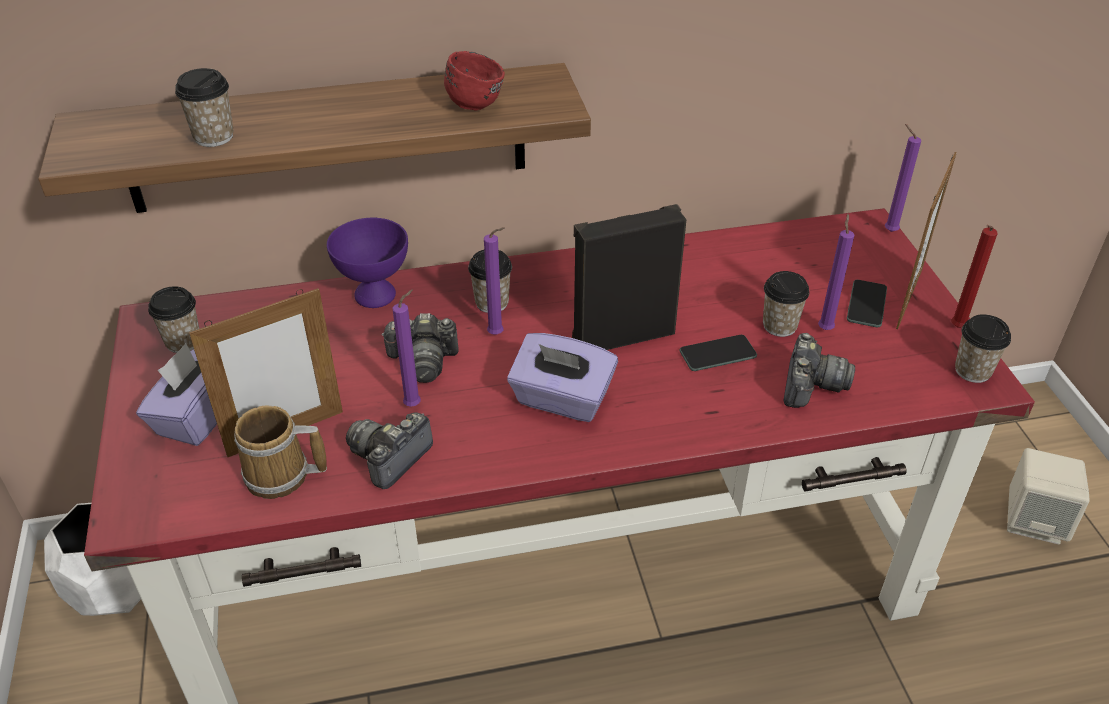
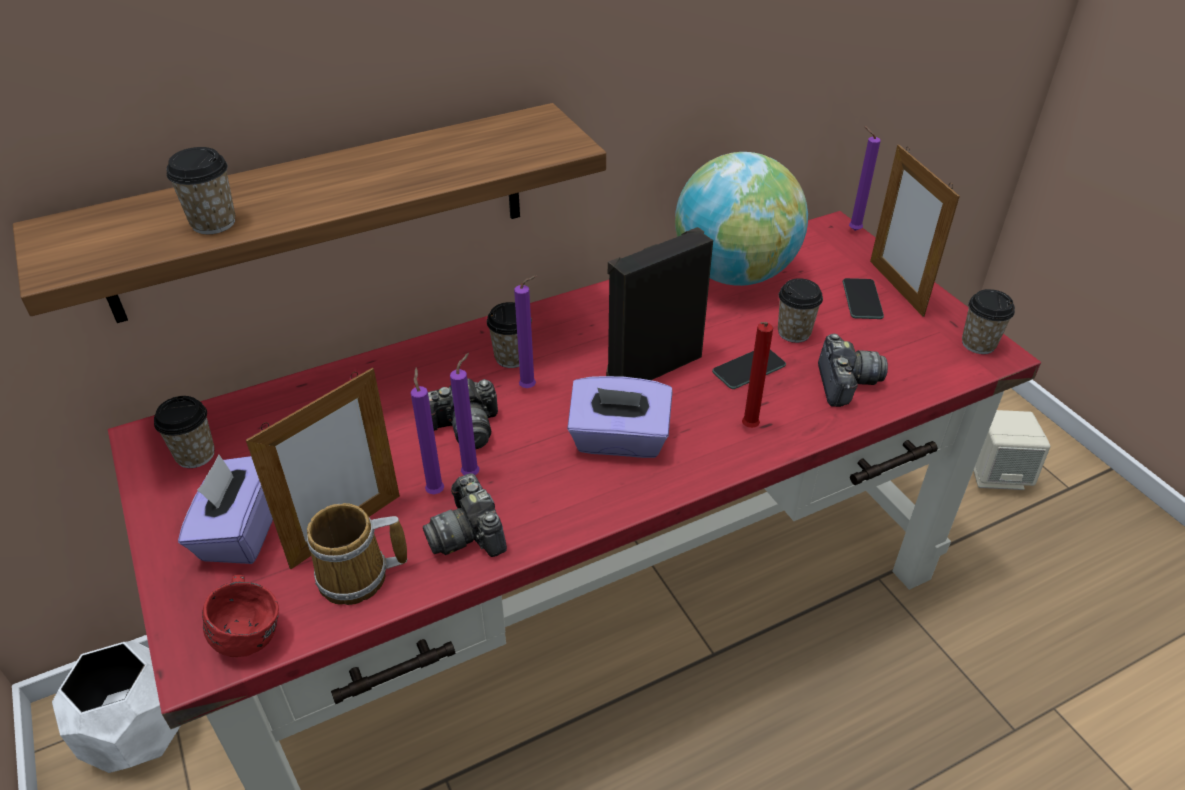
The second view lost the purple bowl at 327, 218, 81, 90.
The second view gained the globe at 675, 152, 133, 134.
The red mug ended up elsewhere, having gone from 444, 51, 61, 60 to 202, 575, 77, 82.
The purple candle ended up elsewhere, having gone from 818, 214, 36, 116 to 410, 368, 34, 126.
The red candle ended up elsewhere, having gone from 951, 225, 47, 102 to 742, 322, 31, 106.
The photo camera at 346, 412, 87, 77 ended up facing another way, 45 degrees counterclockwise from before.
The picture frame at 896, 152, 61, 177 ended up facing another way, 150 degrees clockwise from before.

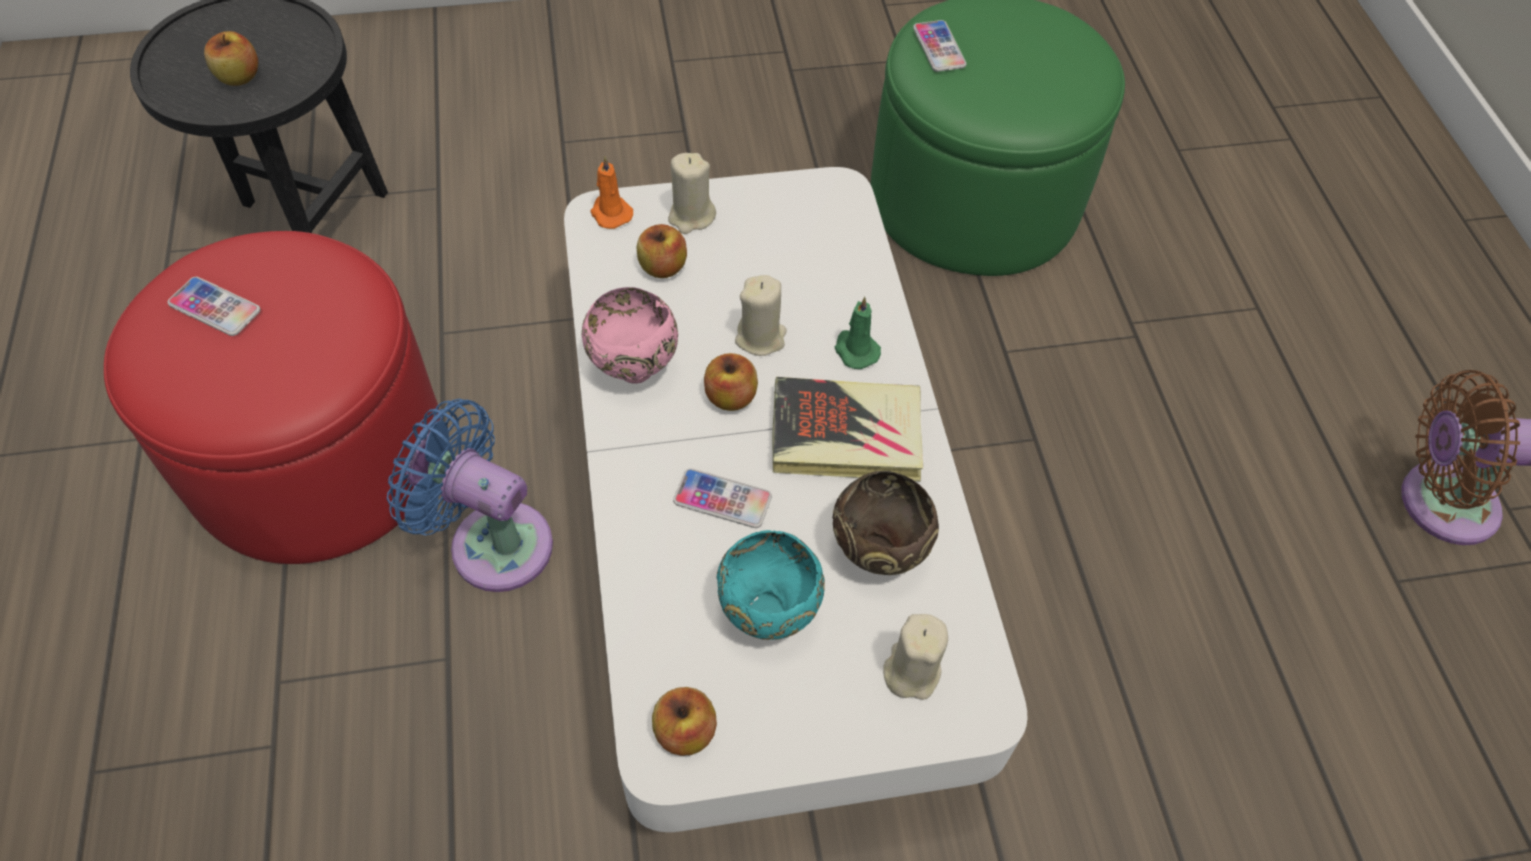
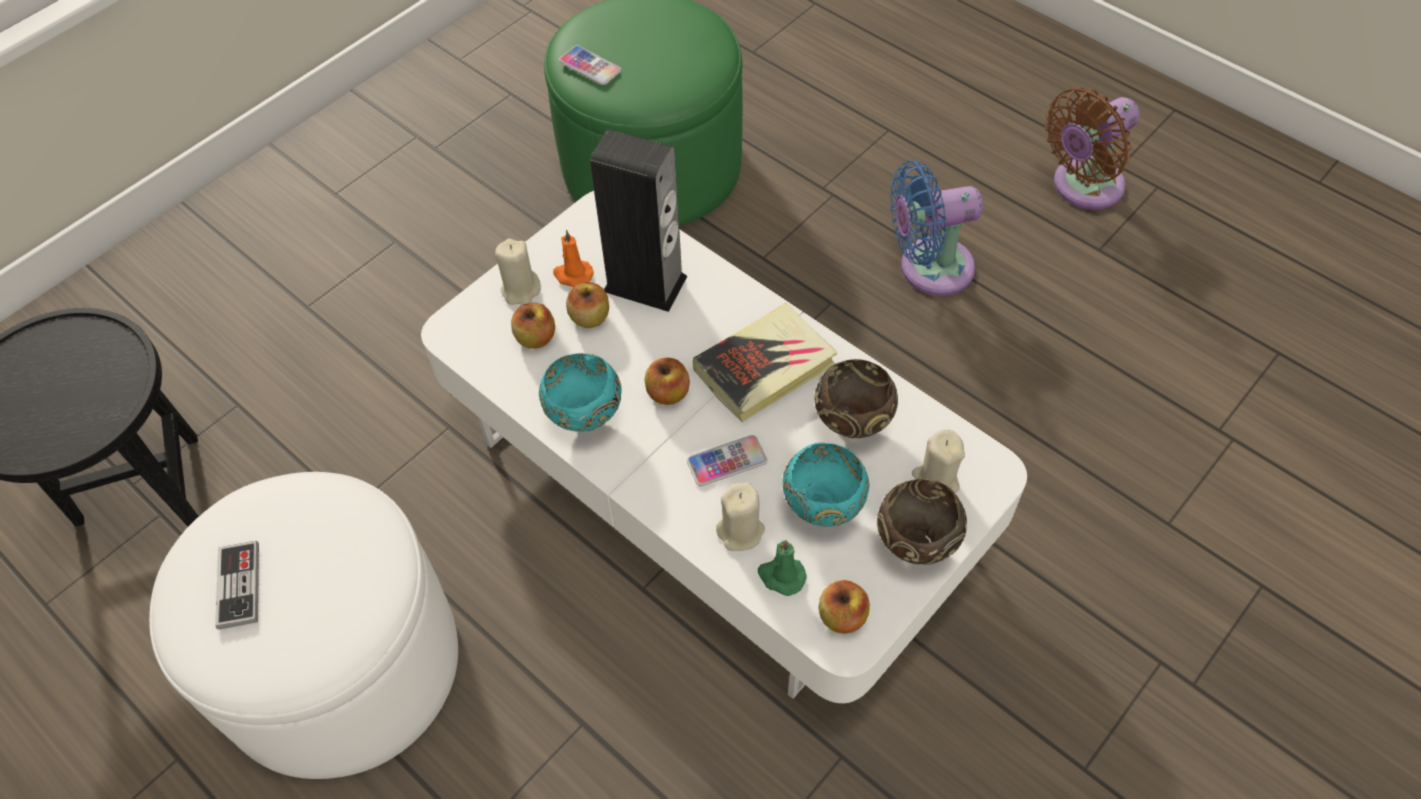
The second view gained the speaker at 590, 129, 97, 183.
The second view gained the brown bowl at 877, 478, 90, 87.
The apple ended up elsewhere, having gone from 204, 31, 54, 55 to 566, 282, 43, 46.
The blue fan ended up elsewhere, having gone from 387, 399, 166, 193 to 890, 160, 93, 136.
The orange candle ended up elsewhere, having gone from 590, 156, 43, 73 to 553, 230, 41, 57.
The beige candle ended up elsewhere, having gone from 735, 275, 52, 81 to 716, 482, 49, 69.
The green candle ended up elsewhere, having gone from 835, 297, 46, 72 to 758, 540, 49, 56.
Where the phone stood at 168, 277, 92, 59, the game controller came to stand at 215, 541, 44, 89.
What was the red ottoman at 104, 231, 337, 333 turned into the white ottoman at 149, 472, 309, 307.
What was the pink bowl at 582, 287, 96, 97 turned into the turquoise bowl at 539, 353, 82, 79.

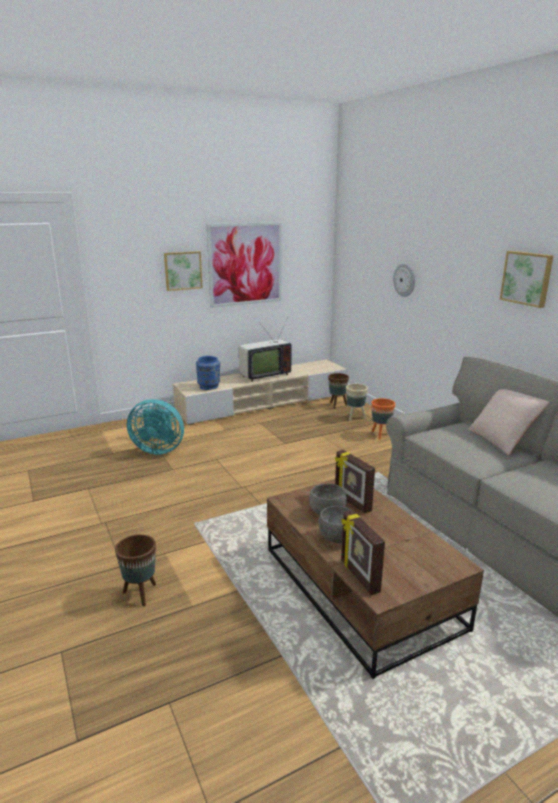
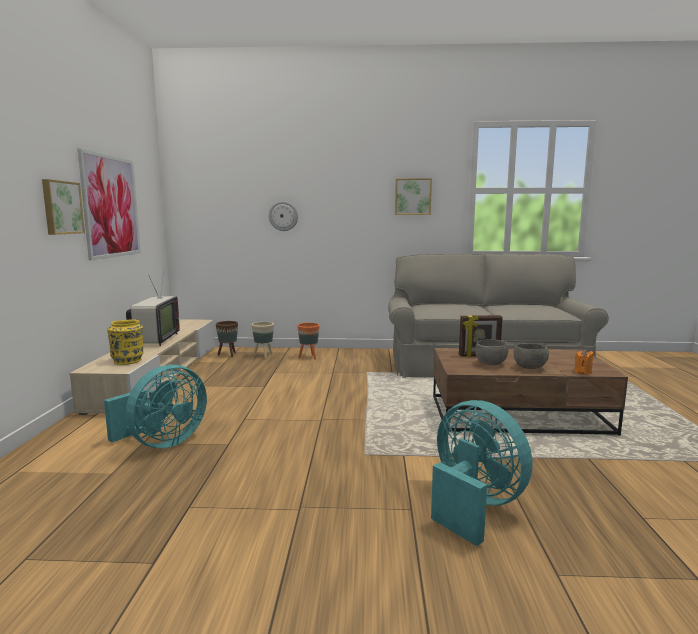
The second view lost the beige pillow at 468, 389, 82, 66.
Where the brown planter stood at 115, 534, 41, 72, the turquoise fan came to stand at 431, 400, 101, 146.
Where the picture frame stood at 341, 510, 44, 85, the orange candle came to stand at 574, 349, 19, 25.
What was the blue vase at 196, 356, 24, 34 turned into the yellow vase at 107, 319, 37, 46.

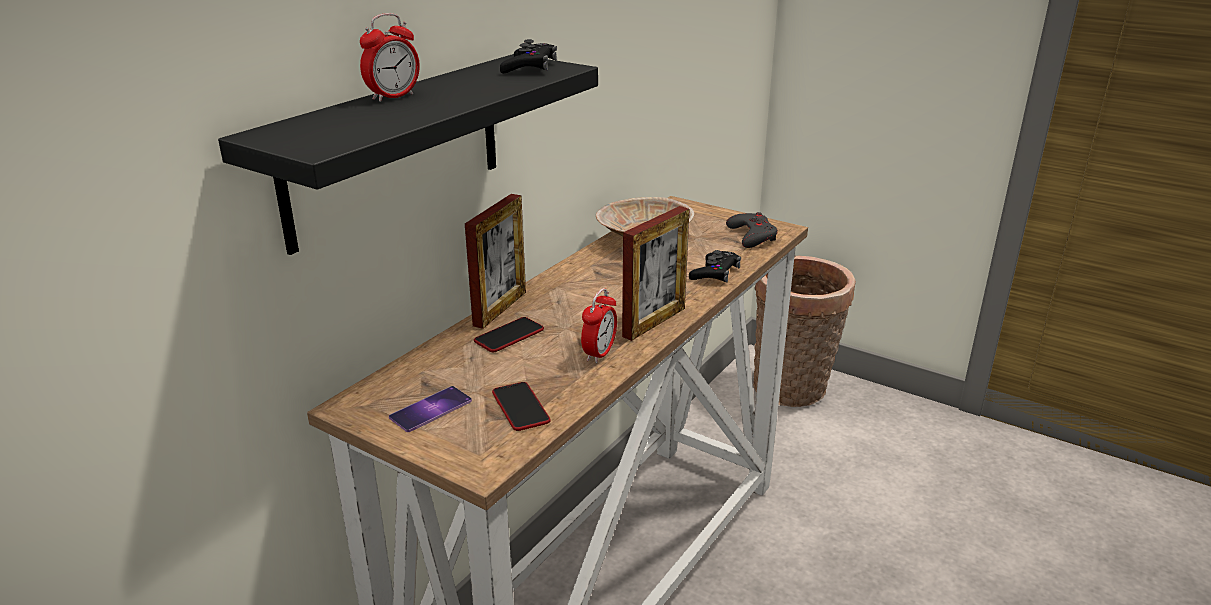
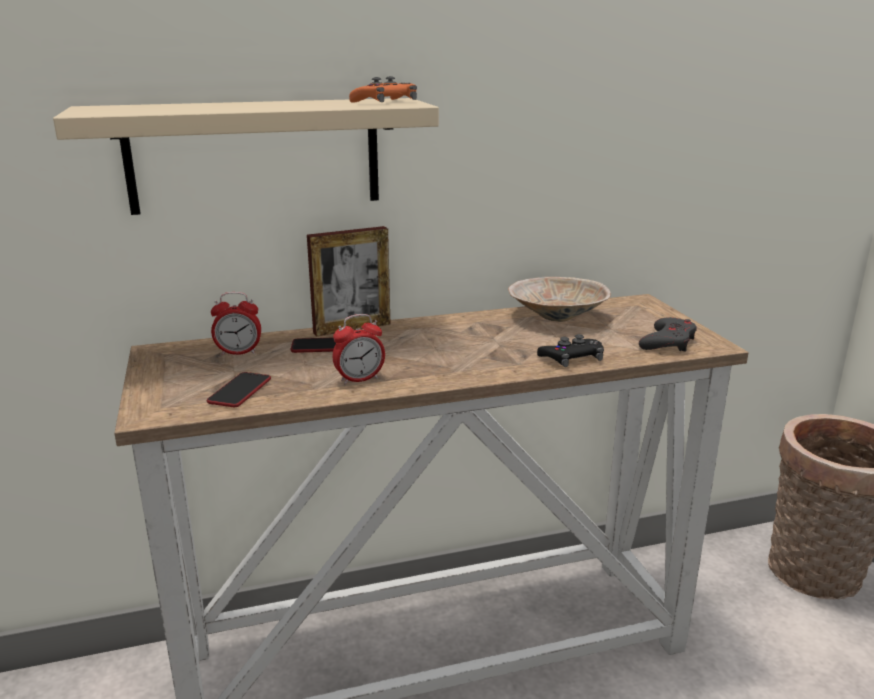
The second view lost the phone at 389, 386, 83, 46.
The second view lost the picture frame at 622, 206, 68, 135.
The alarm clock ended up elsewhere, having gone from 360, 13, 60, 89 to 211, 292, 50, 64.
What was the black shelf at 218, 54, 380, 201 turned into the beige shelf at 53, 98, 386, 117.
What was the black game controller at 500, 39, 57, 34 turned into the orange game controller at 349, 76, 68, 27.

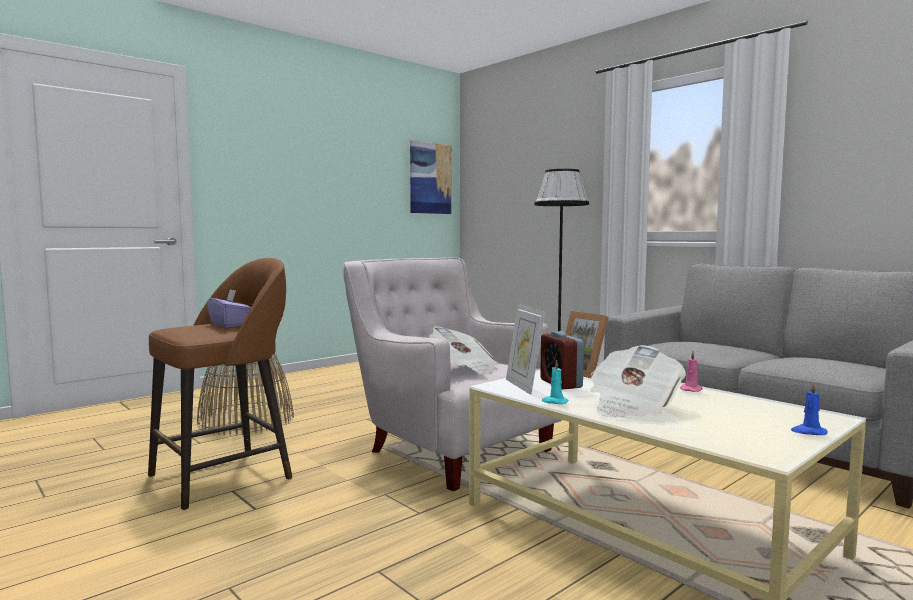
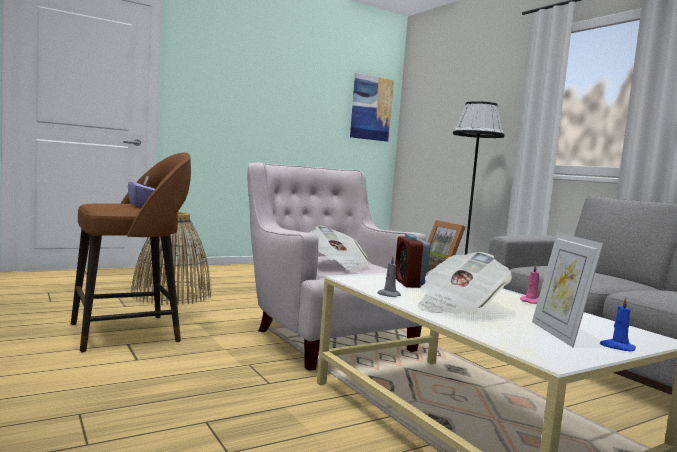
The picture frame ended up elsewhere, having gone from 506, 304, 39, 91 to 532, 232, 72, 115.
What was the turquoise candle at 542, 359, 27, 45 turned into the grey candle at 377, 256, 24, 41.

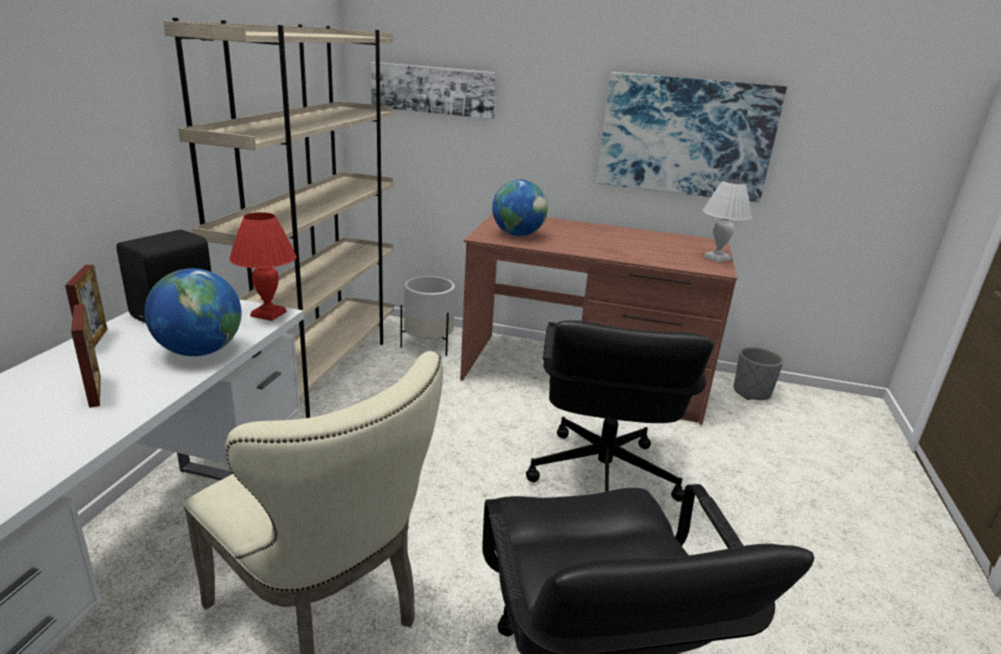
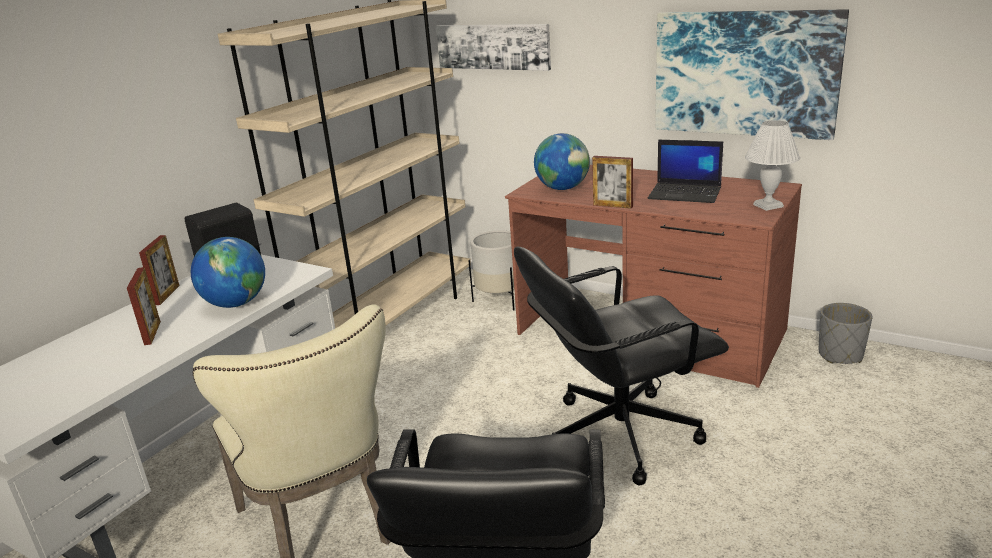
The second view lost the red table lamp at 229, 212, 68, 109.
The second view gained the picture frame at 592, 156, 41, 53.
The second view gained the laptop at 648, 140, 75, 63.
The black office chair at 526, 320, 188, 182 ended up facing another way, 45 degrees clockwise from before.

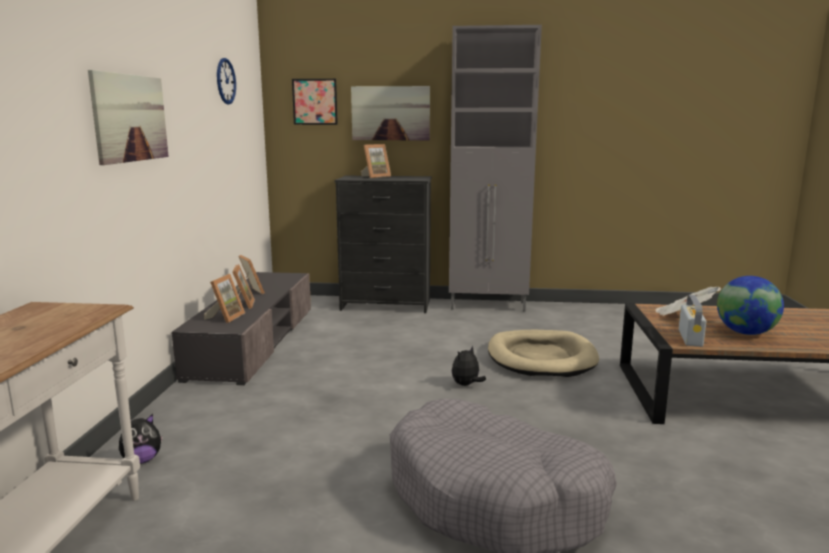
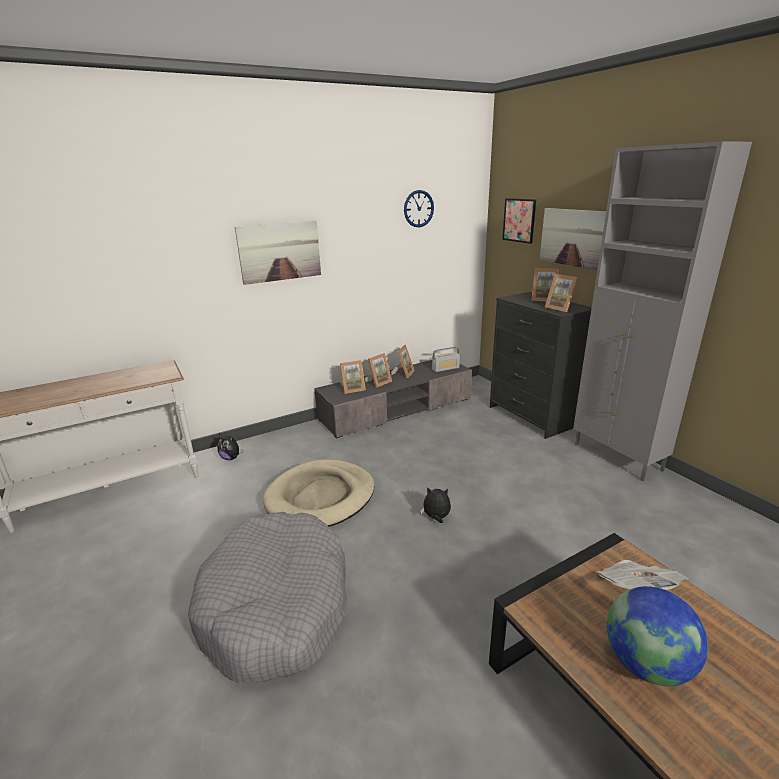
The second view gained the picture frame at 545, 274, 33, 38.
The beige dog bed ended up elsewhere, having gone from 488, 330, 111, 47 to 263, 459, 112, 68.
The radio ended up elsewhere, having gone from 679, 295, 27, 52 to 432, 347, 28, 25.

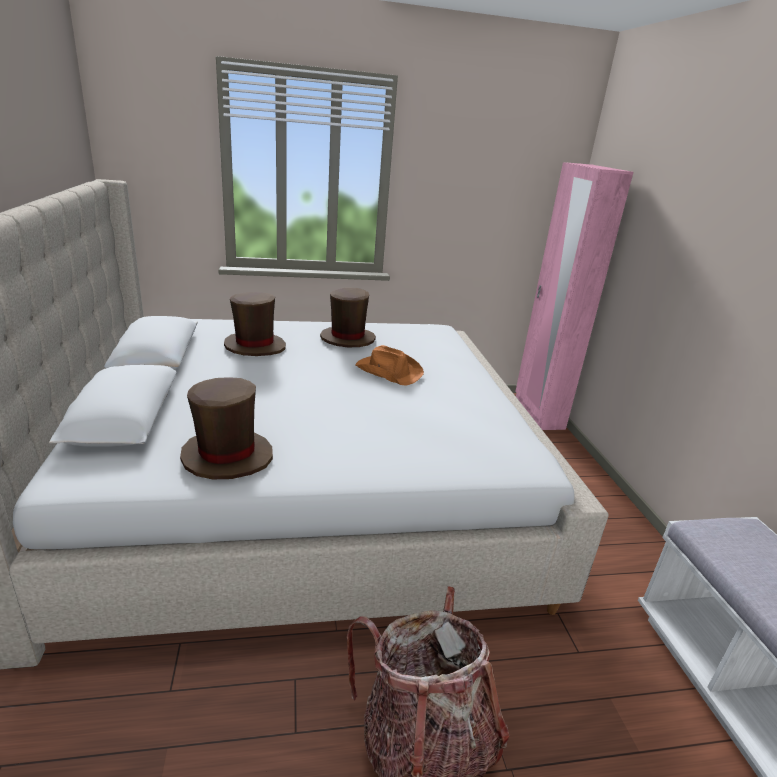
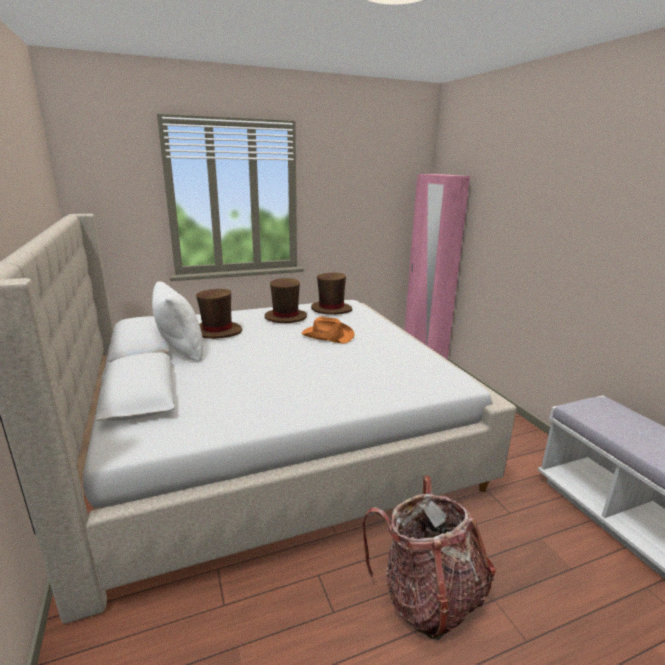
The second view gained the white pillow at 152, 282, 51, 81.
The brown hat ended up elsewhere, having gone from 180, 377, 93, 102 to 311, 273, 41, 42.

